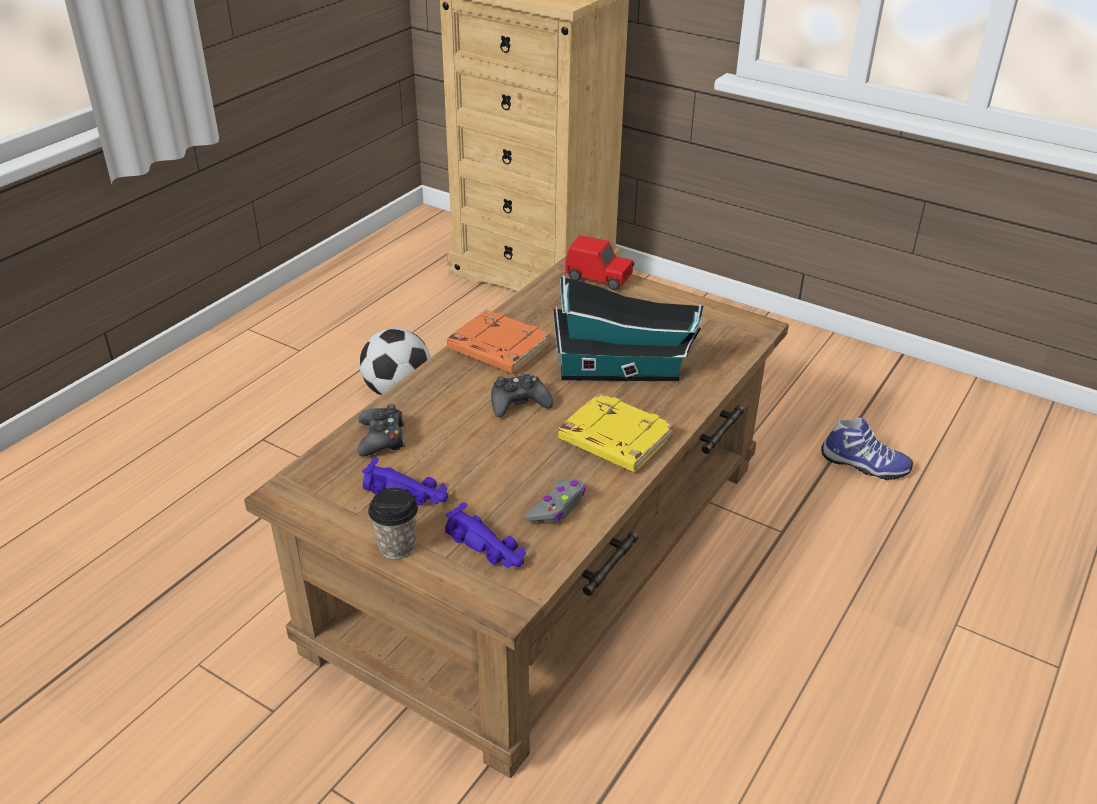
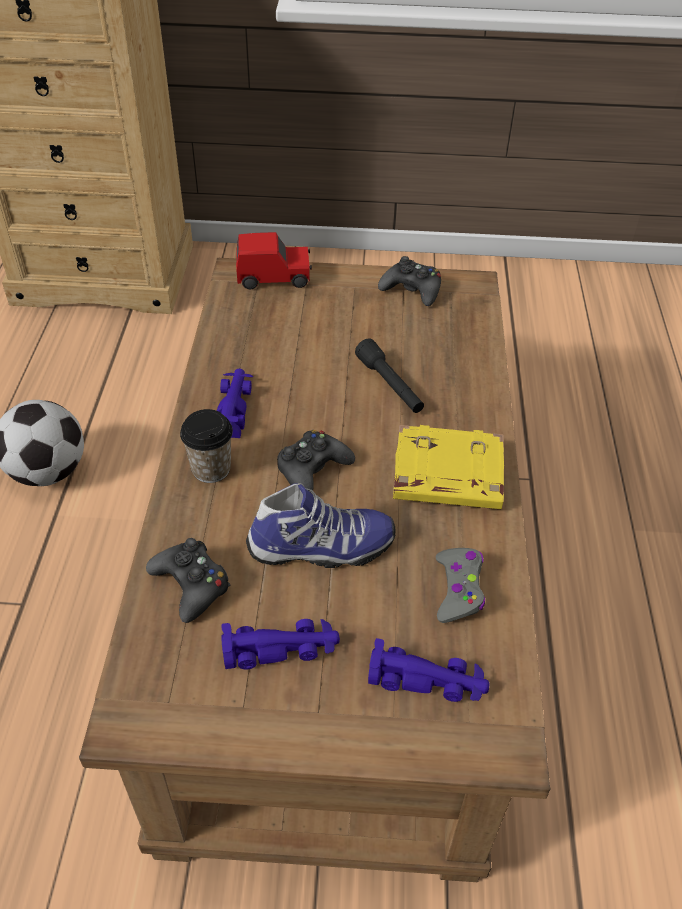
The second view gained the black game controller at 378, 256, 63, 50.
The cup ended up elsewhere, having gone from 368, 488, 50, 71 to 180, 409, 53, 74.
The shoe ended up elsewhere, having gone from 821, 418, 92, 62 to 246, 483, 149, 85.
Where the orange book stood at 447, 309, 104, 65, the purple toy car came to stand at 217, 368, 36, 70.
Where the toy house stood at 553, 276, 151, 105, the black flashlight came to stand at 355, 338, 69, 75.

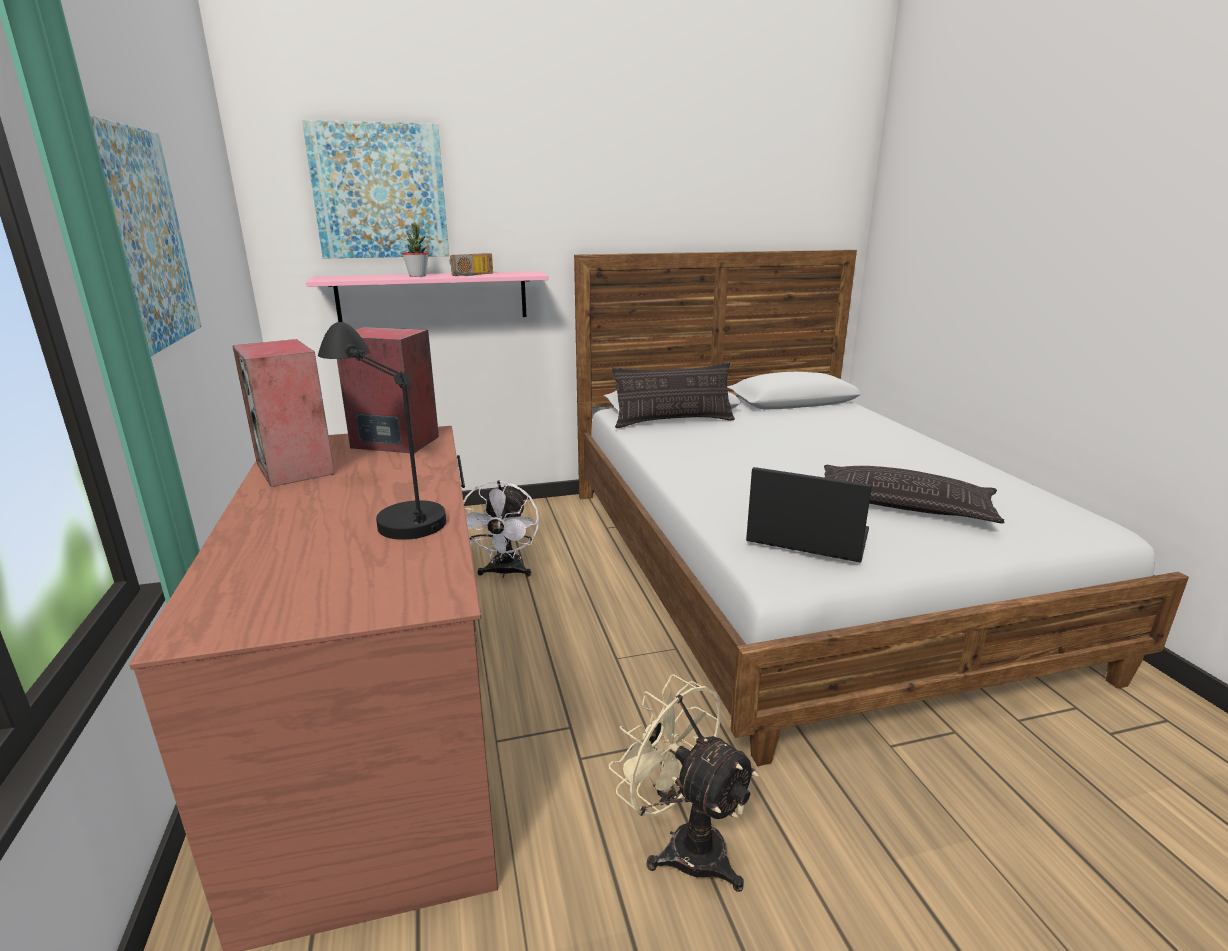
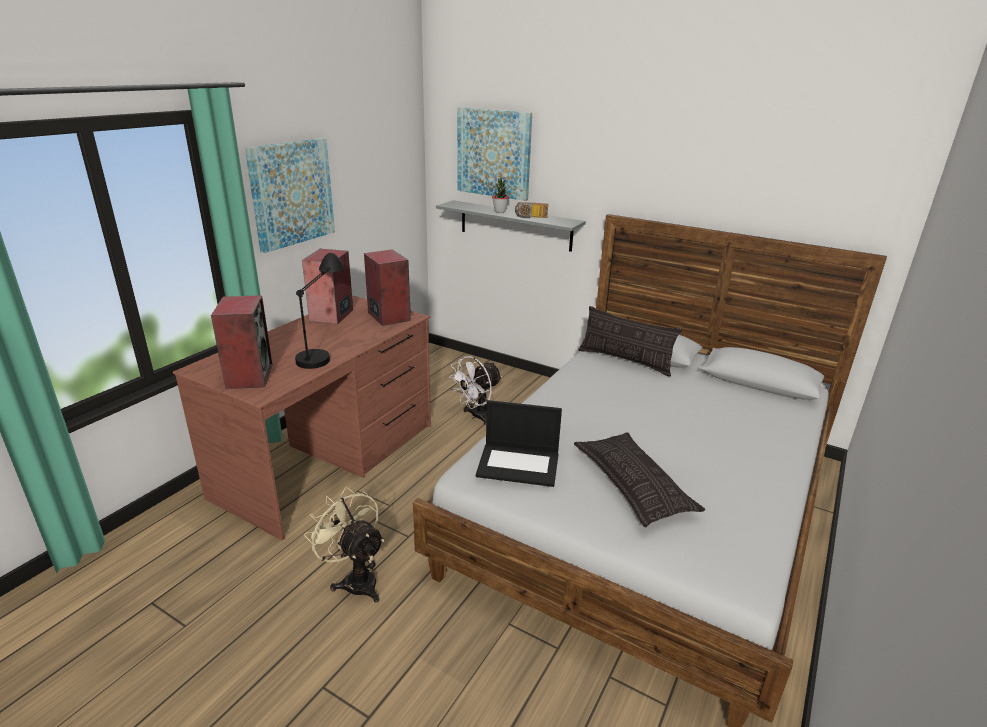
The second view gained the speaker at 211, 295, 62, 94.
What was the pink shelf at 306, 271, 243, 51 turned into the grey shelf at 436, 200, 150, 52.
The beige fan at 609, 674, 150, 218 ended up facing another way, 45 degrees counterclockwise from before.
The laptop at 746, 467, 126, 96 ended up facing another way, 120 degrees clockwise from before.

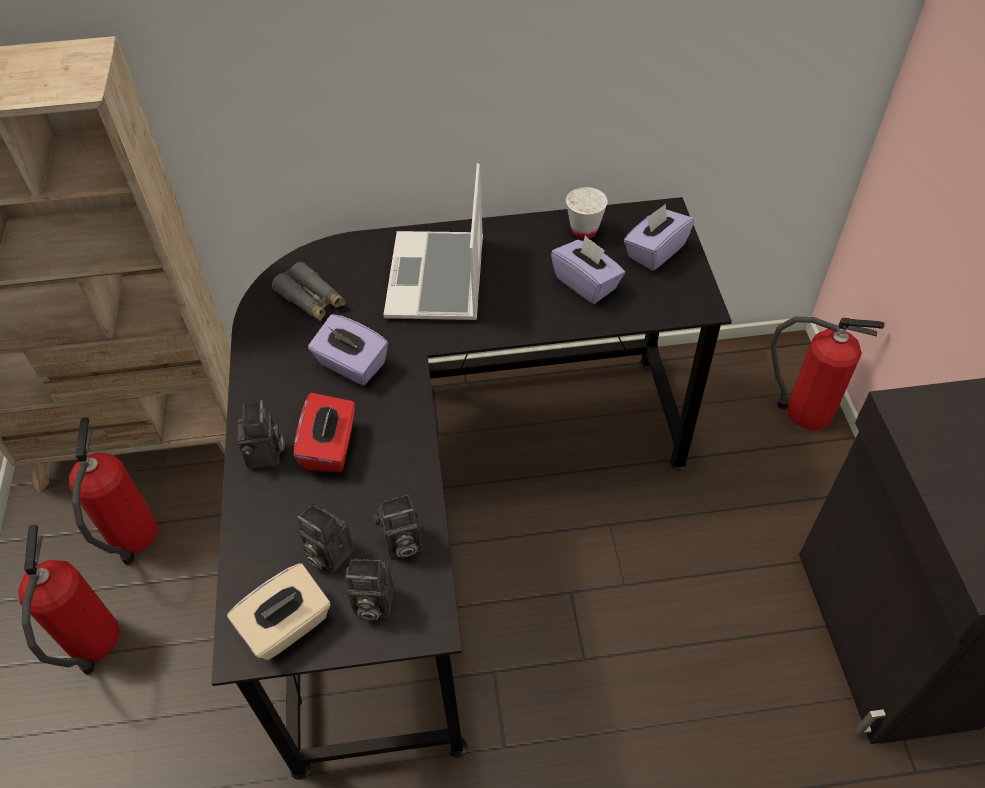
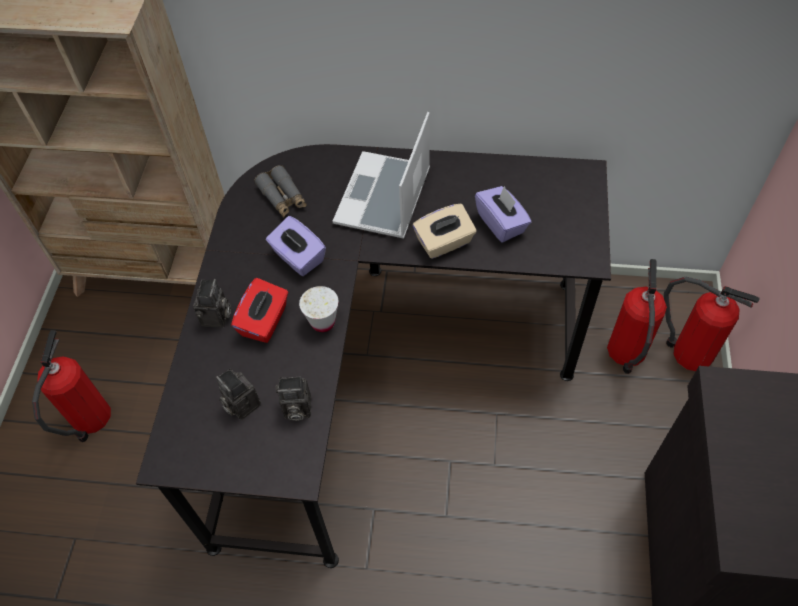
The second view lost the photo camera at 345, 558, 49, 62.
The second view lost the purple tissue box at 624, 204, 70, 67.
The fire extinguisher ended up elsewhere, having gone from 69, 417, 89, 148 to 607, 259, 60, 115.
The beige tissue box ended up elsewhere, having gone from 227, 563, 104, 97 to 413, 204, 63, 55.
The white cup ended up elsewhere, having gone from 566, 187, 42, 52 to 299, 286, 39, 46.

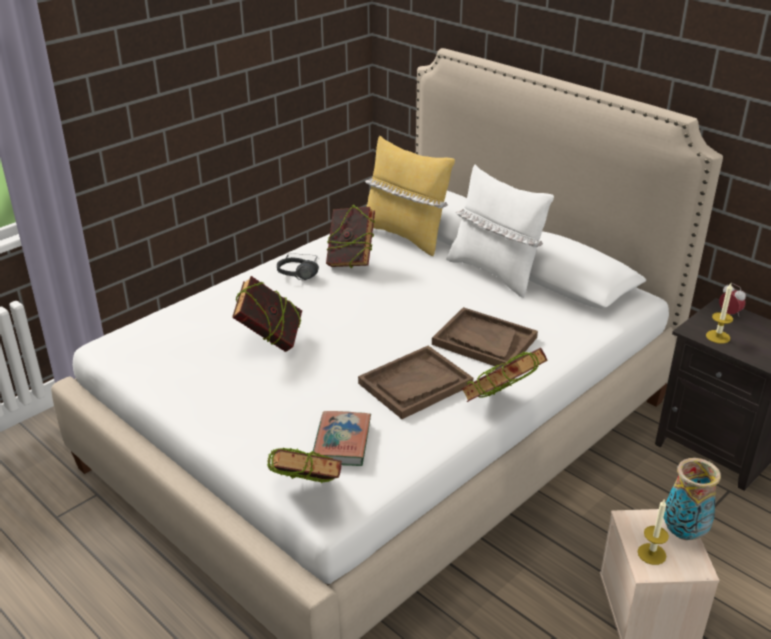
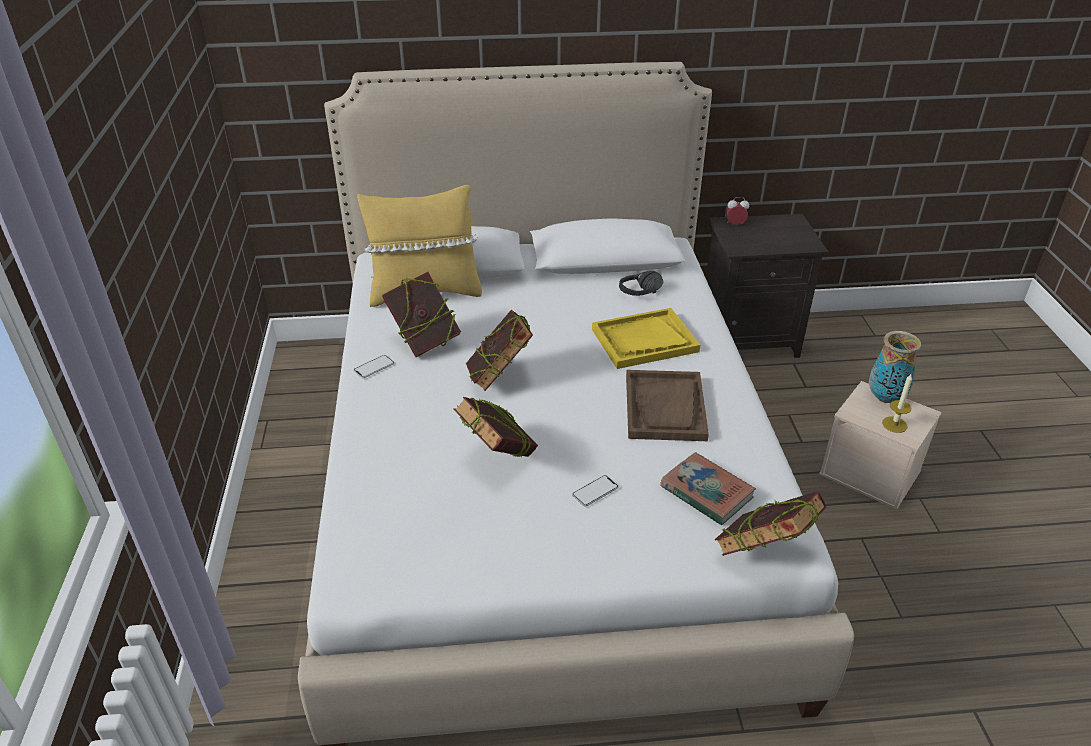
The second view lost the white pillow at 446, 165, 108, 133.
The second view lost the candle at 706, 283, 27, 61.
The second view gained the phone at 572, 475, 46, 31.
The black headphones ended up elsewhere, having gone from 277, 257, 42, 23 to 619, 271, 44, 25.
The book ended up elsewhere, having gone from 460, 348, 87, 54 to 466, 310, 67, 81.
What was the brown tray at 432, 307, 106, 59 turned into the yellow tray at 592, 308, 108, 61.

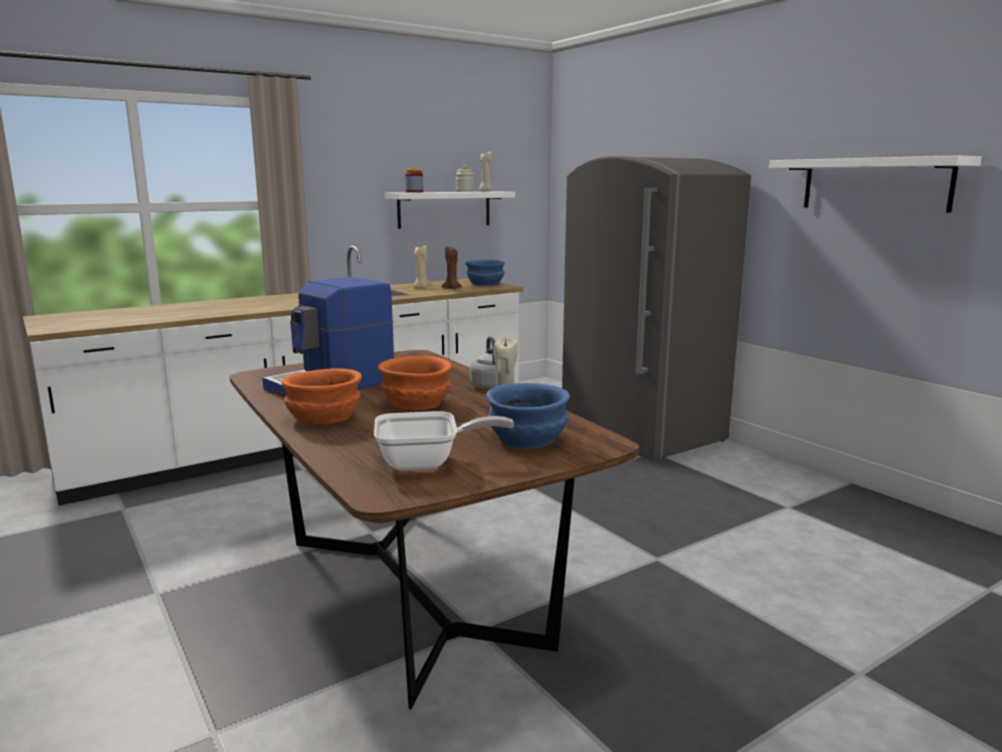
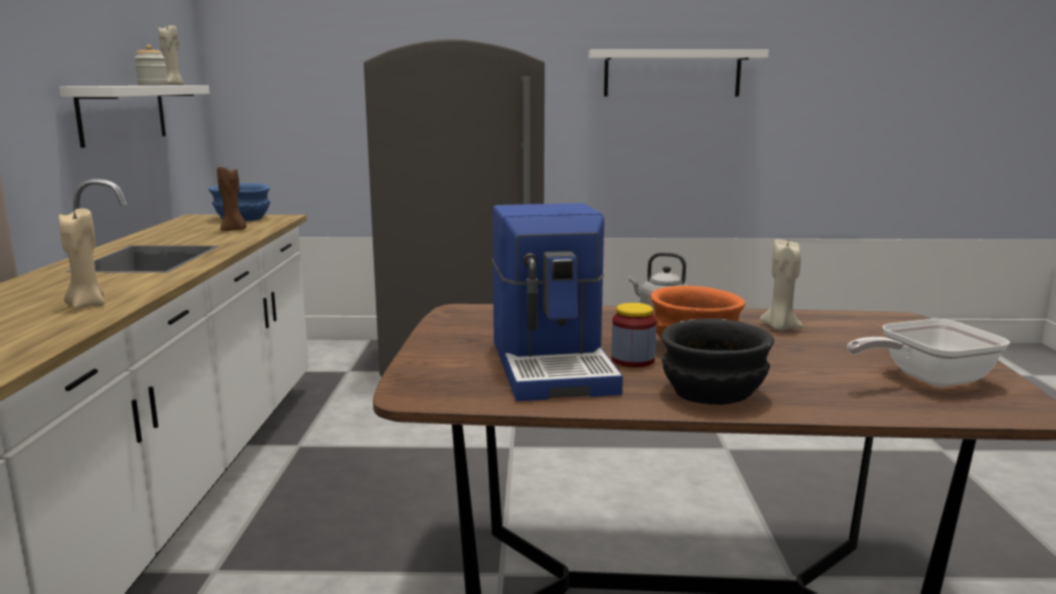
The second view lost the blue bowl at 486, 383, 84, 66.
The jar ended up elsewhere, having gone from 405, 169, 18, 23 to 611, 303, 45, 64.
The beige candle ended up elsewhere, having gone from 413, 245, 18, 43 to 59, 208, 46, 101.
What was the orange bowl at 281, 368, 81, 56 turned into the black bowl at 661, 318, 113, 87.
The frying pan at 374, 411, 140, 59 ended up facing another way, 135 degrees counterclockwise from before.

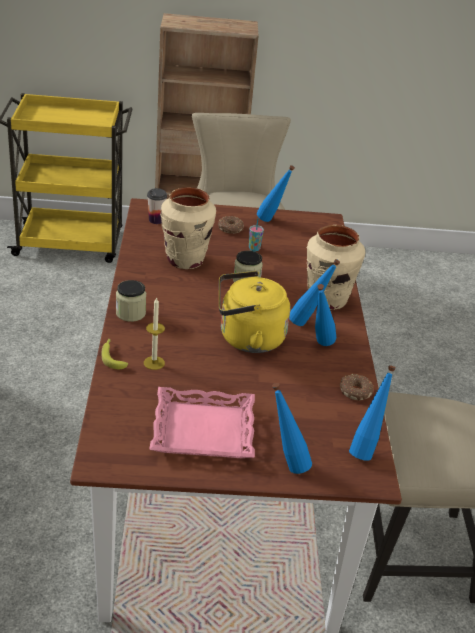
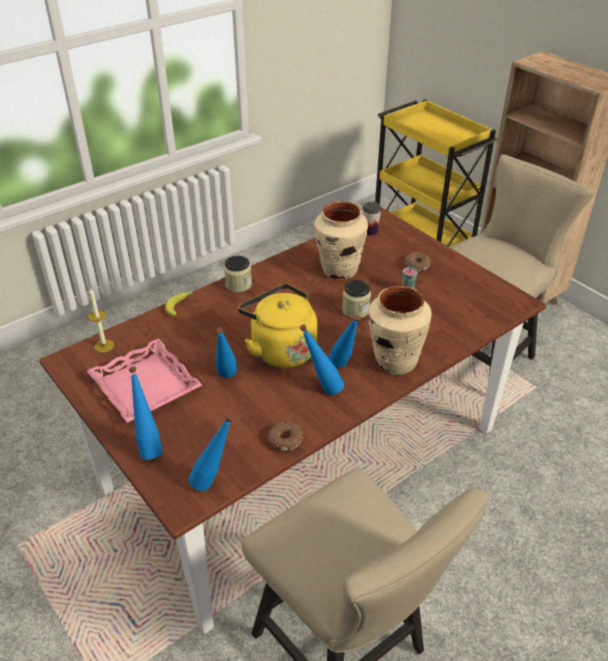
The candle ended up elsewhere, having gone from 144, 298, 21, 72 to 88, 288, 26, 65.
The blue bottle ended up elsewhere, having gone from 257, 165, 38, 57 to 215, 327, 22, 51.

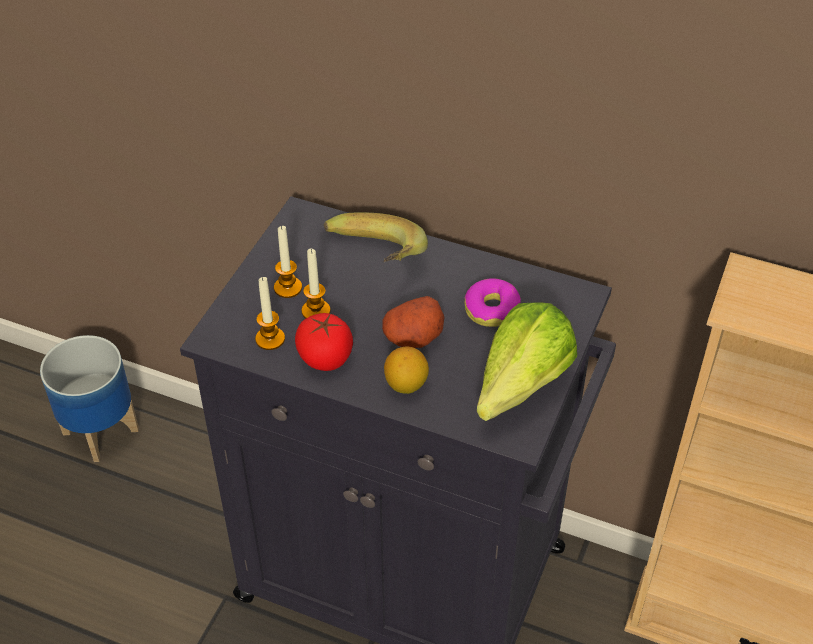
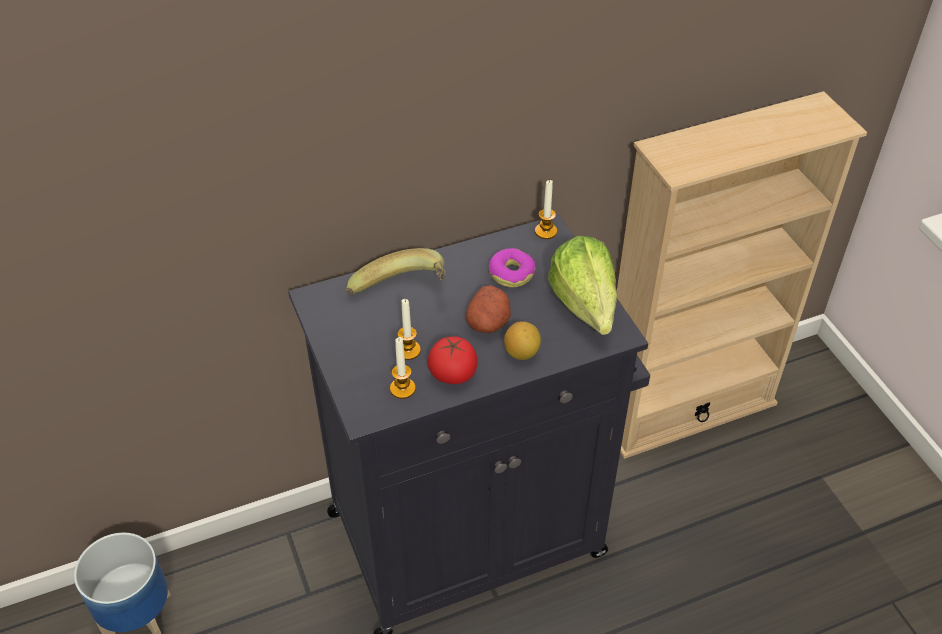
The candle ended up elsewhere, having gone from 274, 226, 28, 72 to 535, 180, 22, 59.

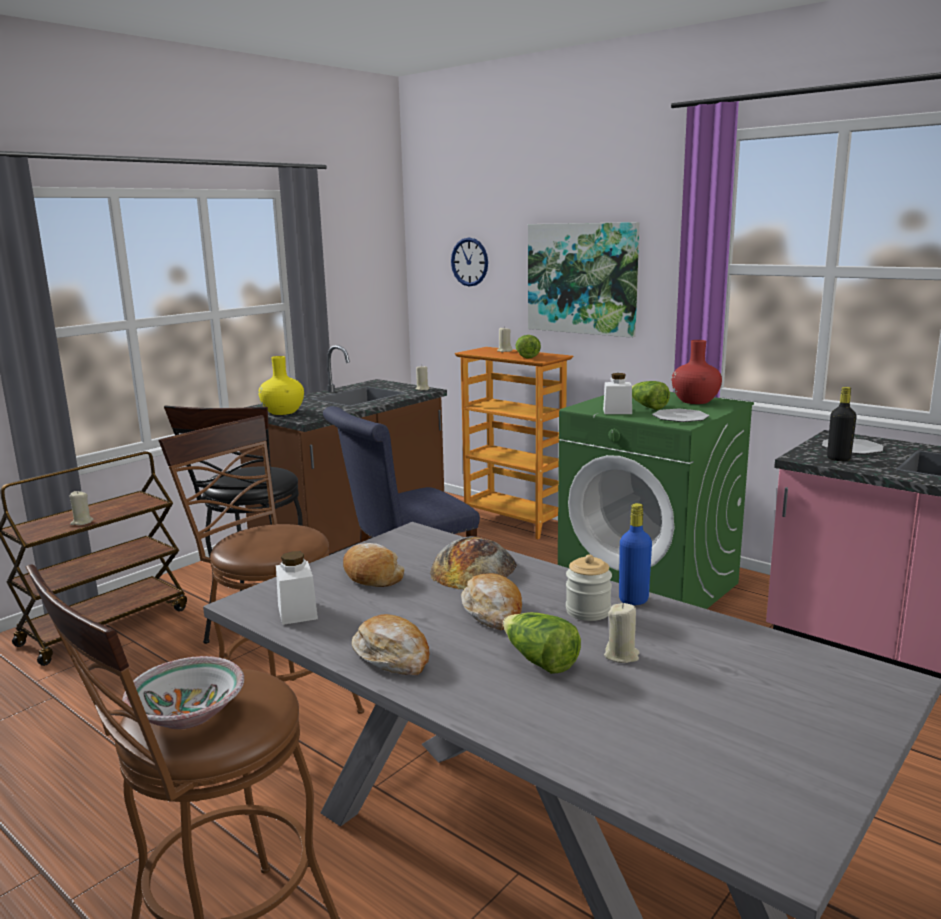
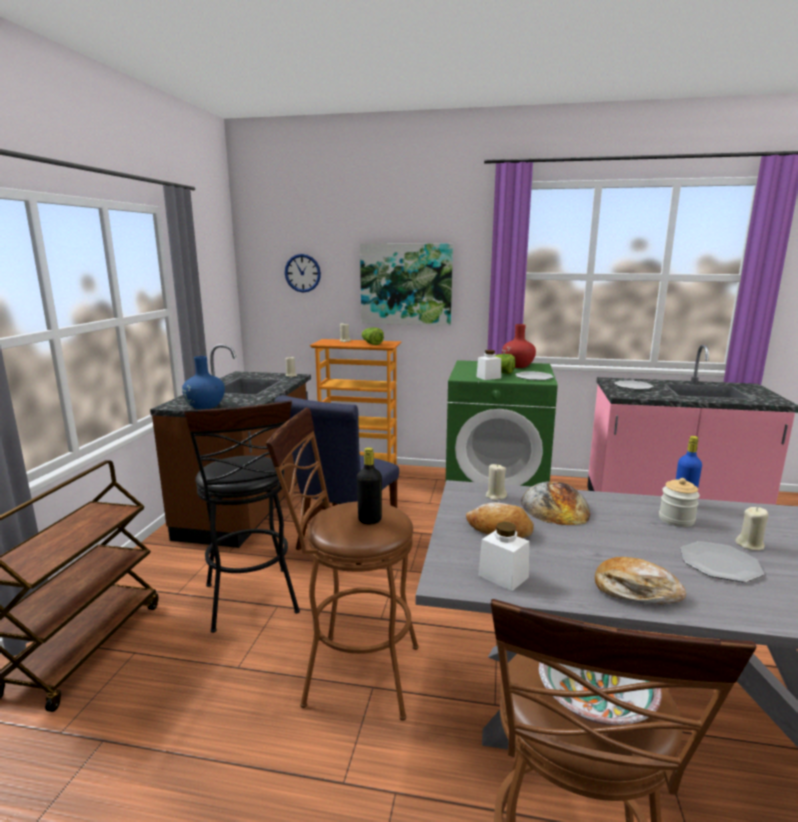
The second view lost the bread at 461, 573, 61, 57.
The beige candle ended up elsewhere, having gone from 70, 491, 23, 34 to 486, 464, 21, 37.
The black bottle ended up elsewhere, having gone from 827, 387, 30, 74 to 357, 447, 25, 77.
Where the lettuce stood at 503, 612, 78, 62, the plate came to stand at 680, 541, 84, 41.
What was the yellow vase at 258, 356, 46, 59 turned into the blue vase at 182, 356, 43, 53.

